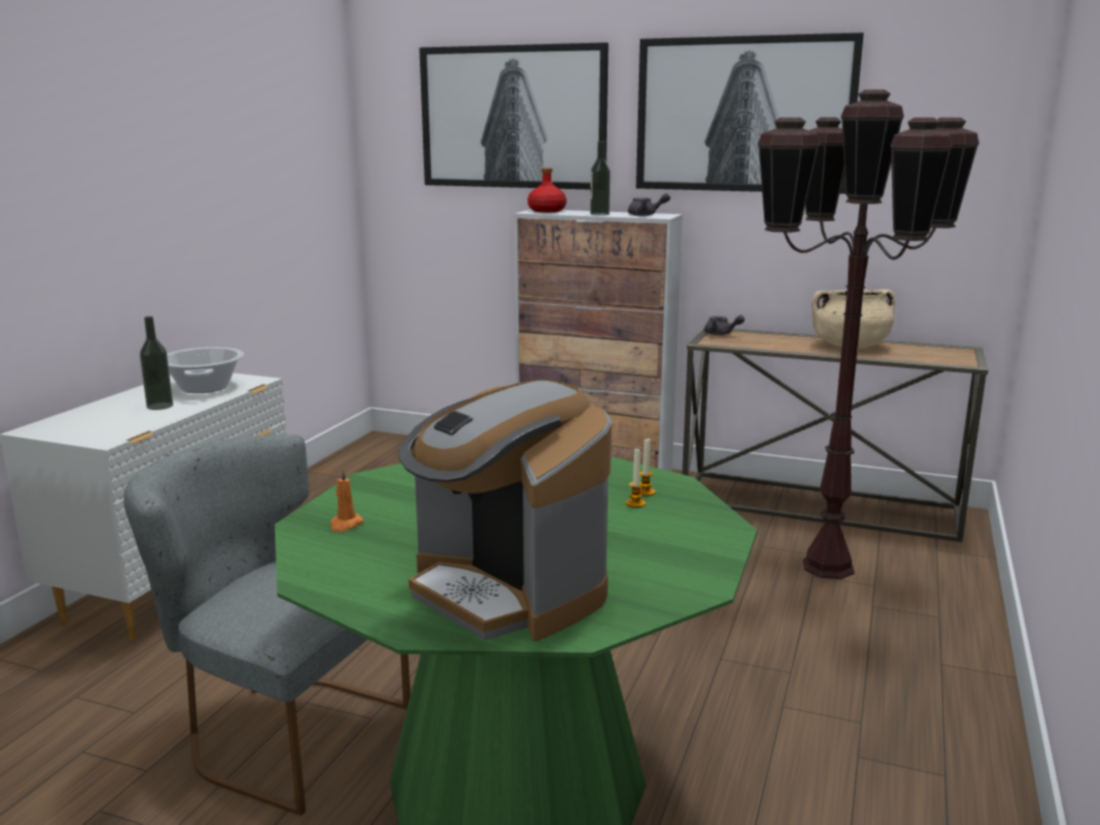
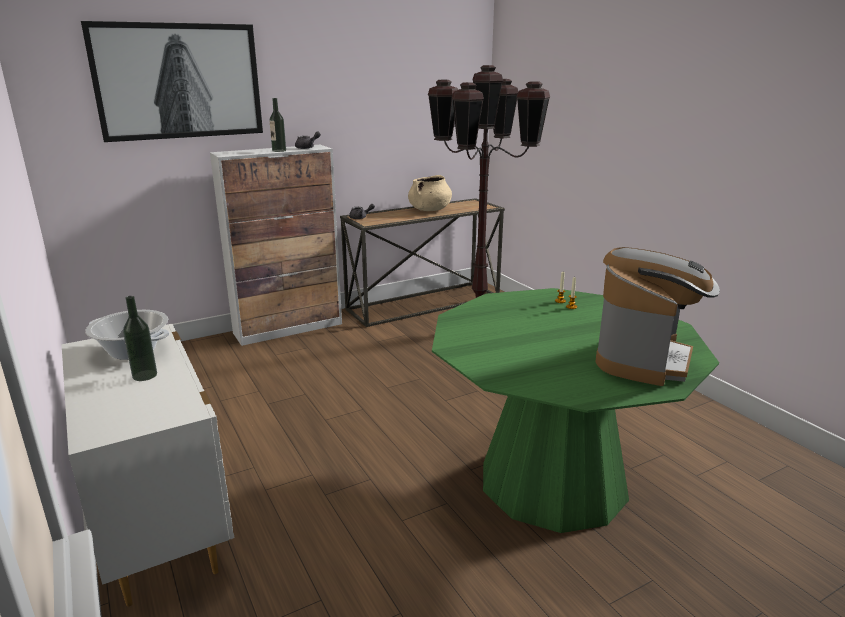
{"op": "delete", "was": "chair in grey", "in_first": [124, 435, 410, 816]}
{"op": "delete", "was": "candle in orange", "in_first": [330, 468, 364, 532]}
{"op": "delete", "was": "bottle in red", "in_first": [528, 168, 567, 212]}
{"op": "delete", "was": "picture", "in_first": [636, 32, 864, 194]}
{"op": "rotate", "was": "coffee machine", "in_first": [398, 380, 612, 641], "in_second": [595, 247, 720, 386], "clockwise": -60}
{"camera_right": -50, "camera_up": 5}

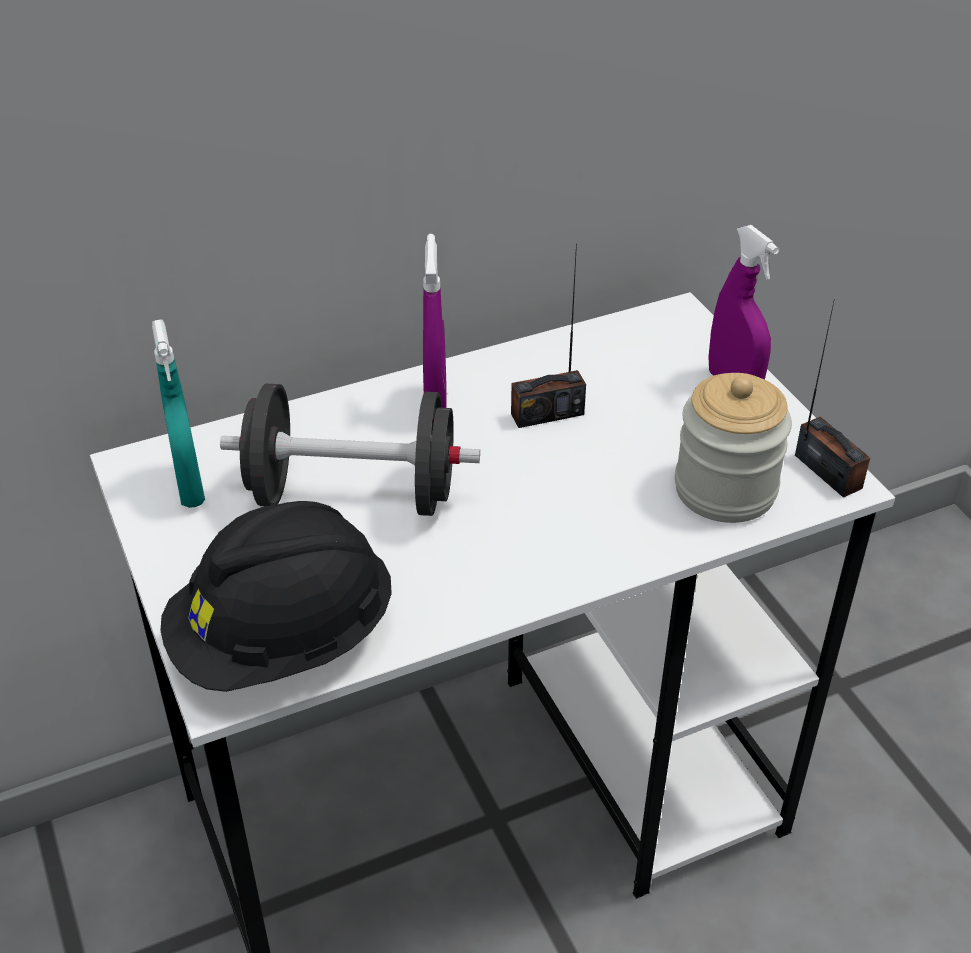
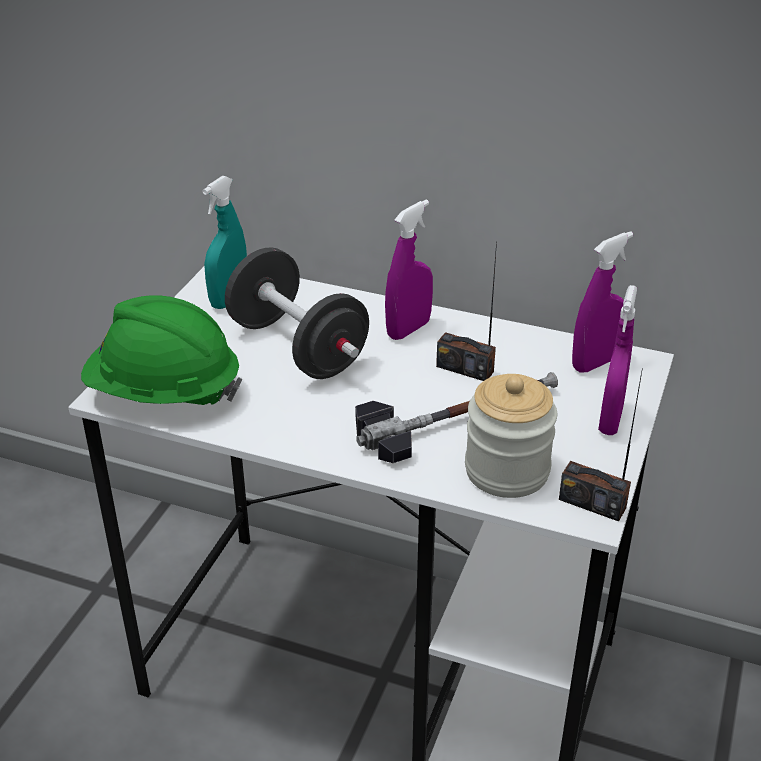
{"op": "insert", "now": "hammer", "in_second": [355, 372, 558, 463]}
{"op": "insert", "now": "spray bottle in purple", "in_second": [572, 231, 633, 372]}
{"op": "recolor", "was": "hard hat in black", "now": "hard hat in green", "in_first": [161, 501, 392, 692], "in_second": [81, 295, 243, 405]}
{"op": "rotate", "was": "radio", "in_first": [795, 302, 870, 498], "in_second": [559, 368, 643, 522], "clockwise": 105}
{"camera_right": 45, "camera_up": -5}

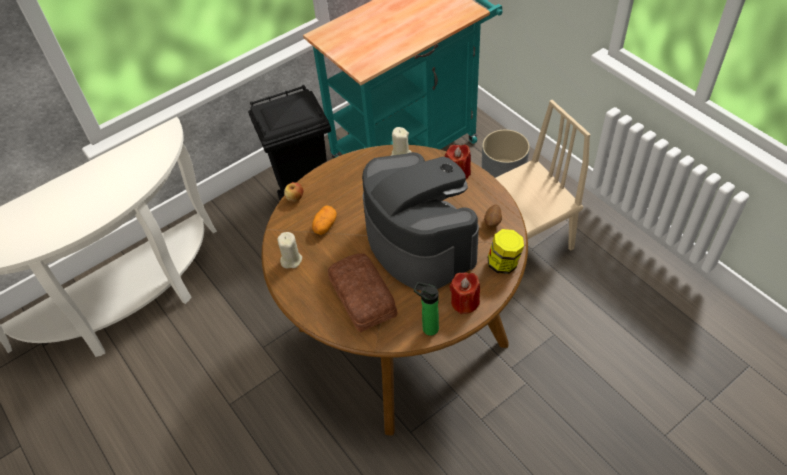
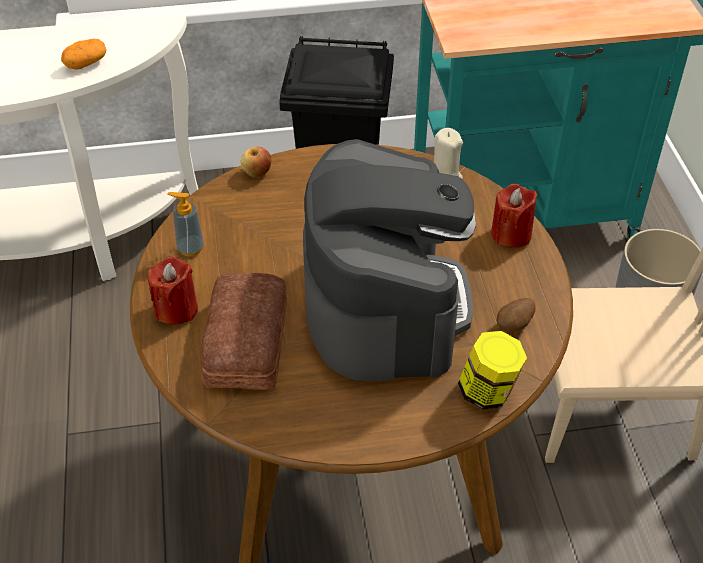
{"op": "delete", "was": "bottle", "in_first": [414, 282, 439, 336]}
{"op": "move", "was": "potato", "in_first": [312, 205, 337, 235], "in_second": [61, 39, 106, 70]}
{"op": "move", "was": "candle in red", "in_first": [450, 272, 480, 314], "in_second": [148, 257, 198, 325]}
{"op": "replace", "was": "candle in beige", "now": "soap dispenser", "in_first": [277, 232, 302, 269], "in_second": [168, 192, 204, 256]}
{"camera_right": 25, "camera_up": -5}

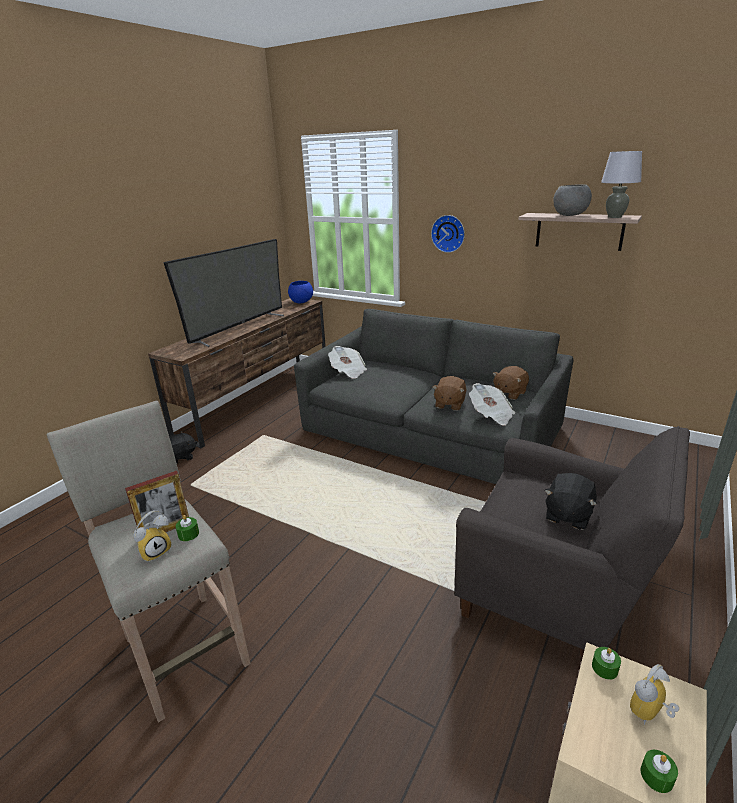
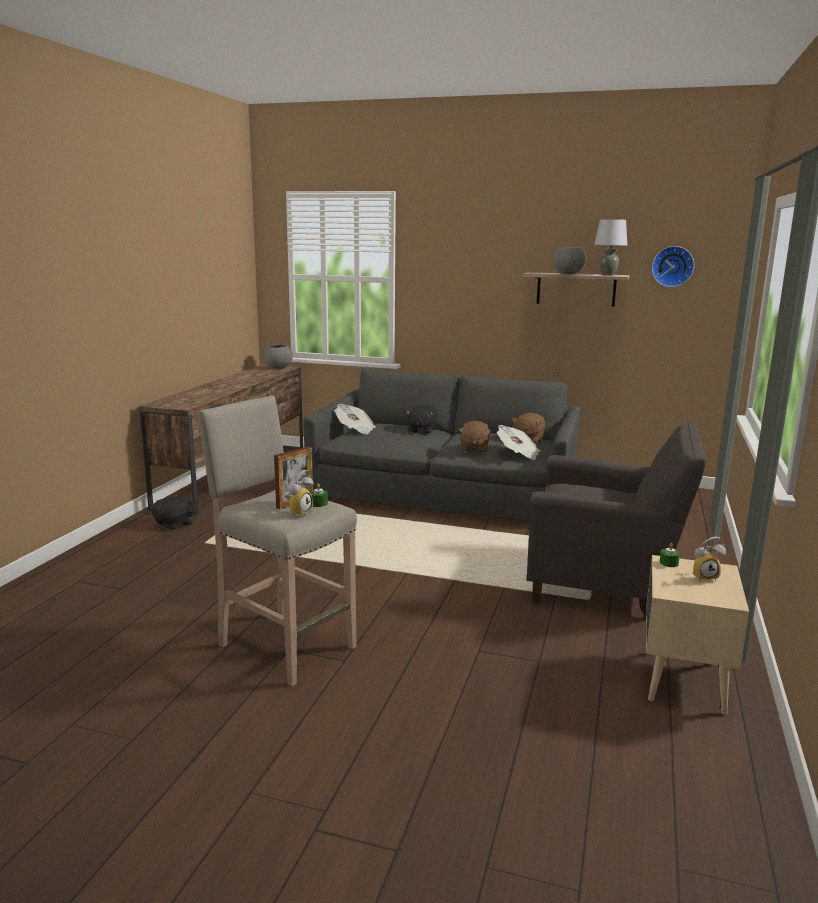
{"op": "delete", "was": "television", "in_first": [164, 239, 284, 347]}
{"op": "delete", "was": "candle in green", "in_first": [641, 750, 678, 793]}
{"op": "move", "was": "wall clock", "in_first": [431, 215, 465, 253], "in_second": [652, 246, 694, 287]}
{"op": "move", "was": "plush toy in black", "in_first": [544, 473, 597, 530], "in_second": [406, 404, 437, 434]}
{"op": "recolor", "was": "bowl in blue", "now": "bowl in grey", "in_first": [288, 281, 313, 303], "in_second": [264, 344, 293, 369]}
{"op": "rotate", "was": "alarm clock", "in_first": [630, 664, 679, 725], "in_second": [693, 537, 726, 581], "clockwise": -135}
{"camera_right": -15, "camera_up": -10}

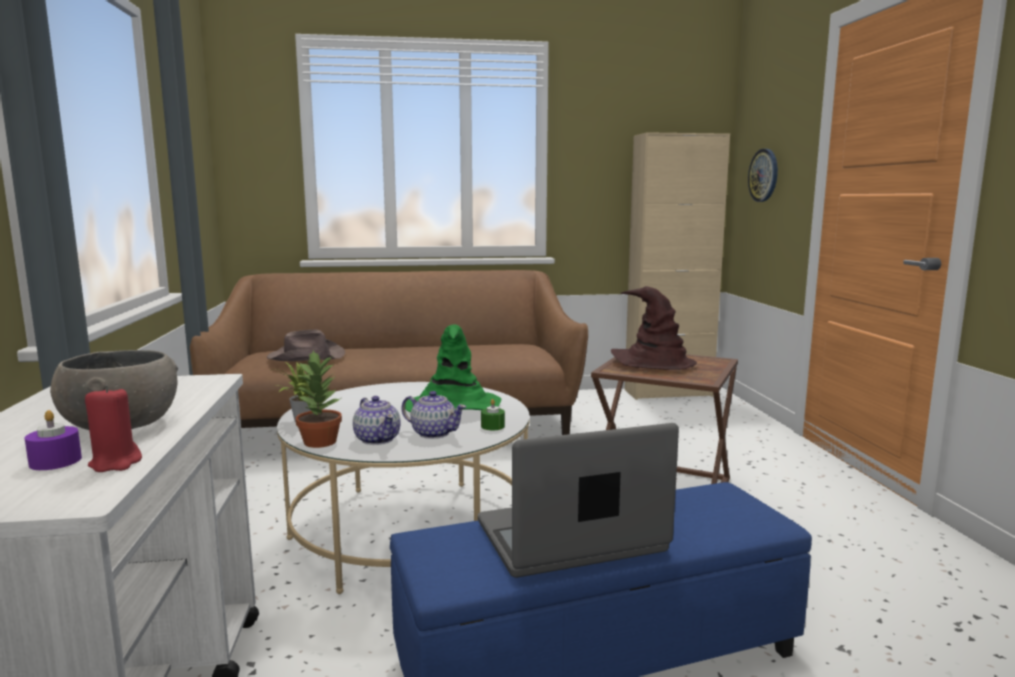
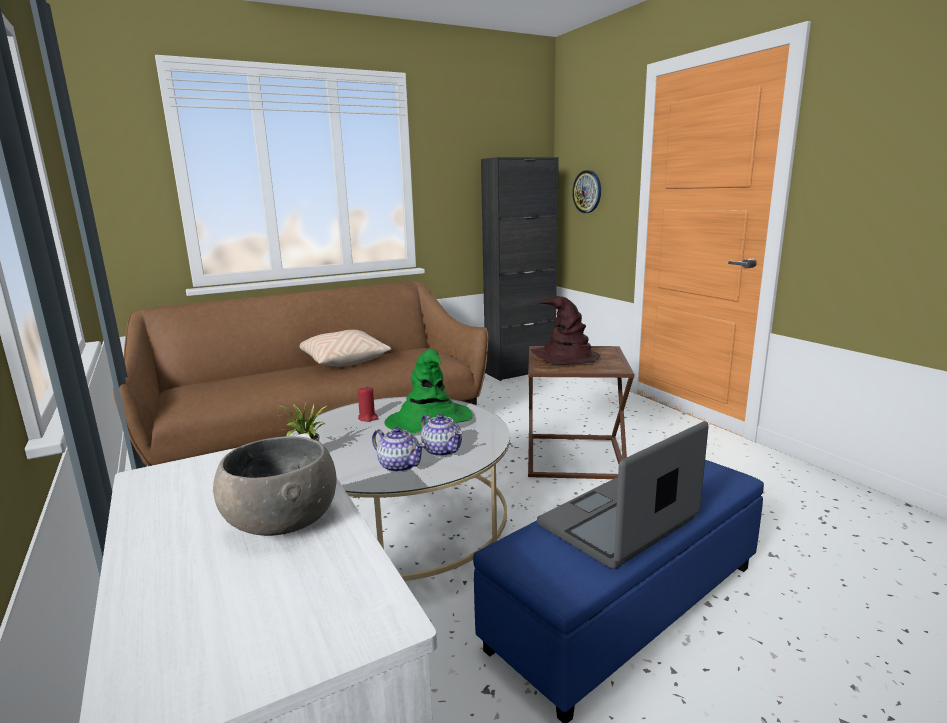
{"op": "delete", "was": "candle in purple", "in_first": [25, 410, 82, 470]}
{"op": "delete", "was": "hat in brown", "in_first": [267, 330, 345, 361]}
{"op": "delete", "was": "potted plant", "in_first": [295, 350, 342, 448]}
{"op": "delete", "was": "candle in green", "in_first": [481, 399, 505, 430]}
{"op": "insert", "now": "pillow in beige", "in_second": [300, 330, 391, 367]}
{"op": "move", "was": "candle in red", "in_first": [85, 385, 142, 472], "in_second": [357, 386, 378, 422]}
{"op": "recolor", "was": "cabinet in beige", "now": "cabinet in black", "in_first": [625, 132, 730, 400], "in_second": [481, 157, 559, 381]}
{"op": "rotate", "was": "teapot", "in_first": [401, 391, 466, 439], "in_second": [421, 414, 463, 457], "clockwise": 45}
{"camera_right": -20, "camera_up": 5}

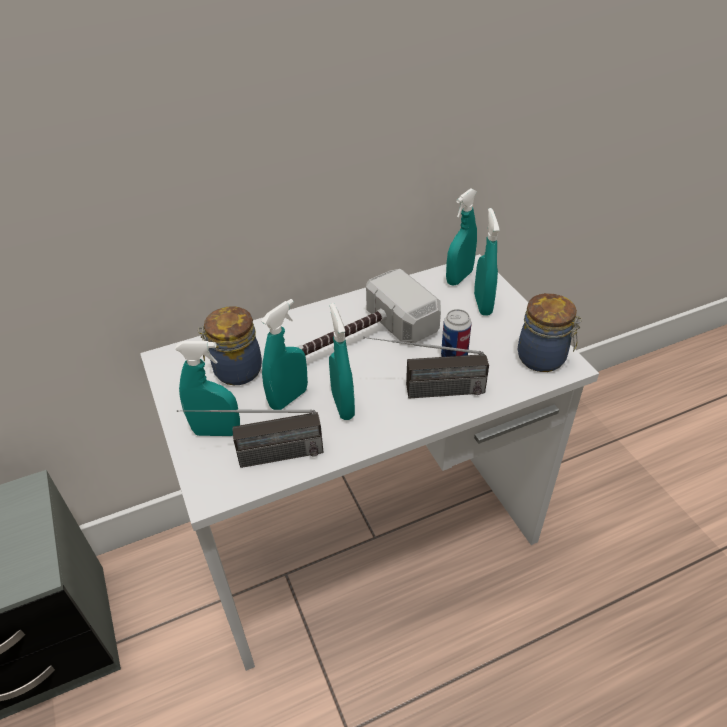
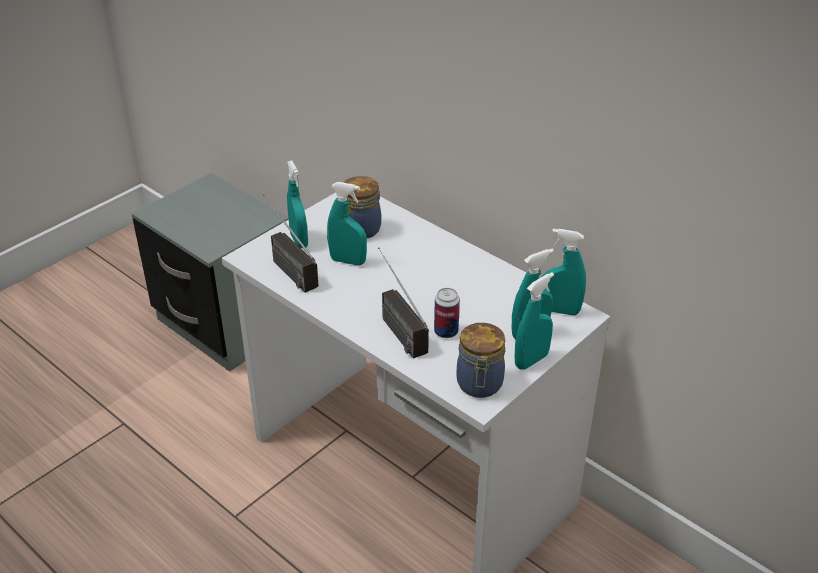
{"op": "delete", "was": "hammer", "in_first": [297, 269, 441, 356]}
{"op": "move", "was": "spray bottle in turquoise", "in_first": [329, 303, 355, 420], "in_second": [515, 272, 554, 369]}
{"camera_right": 65, "camera_up": -5}

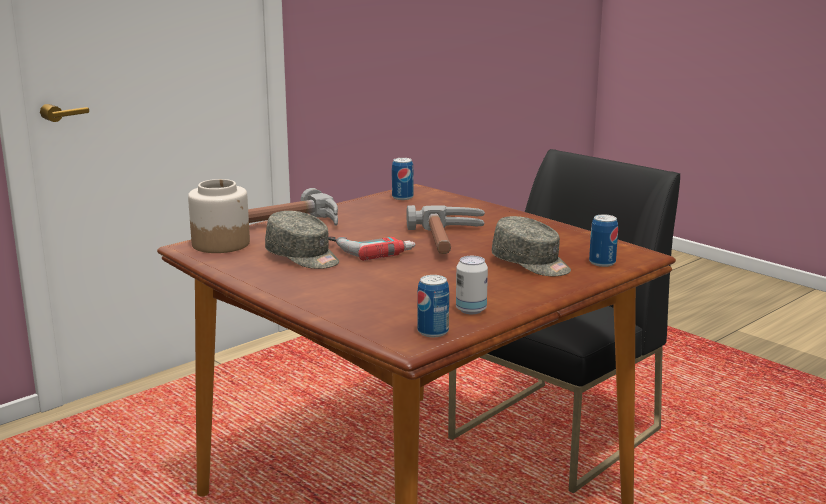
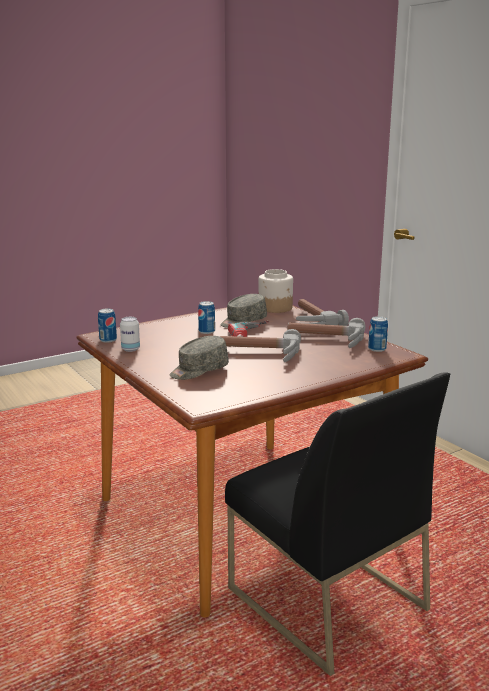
{"op": "insert", "now": "hammer", "in_second": [288, 318, 365, 348]}
{"op": "move", "was": "can", "in_first": [589, 214, 618, 267], "in_second": [198, 301, 215, 334]}
{"camera_right": 100, "camera_up": 0}

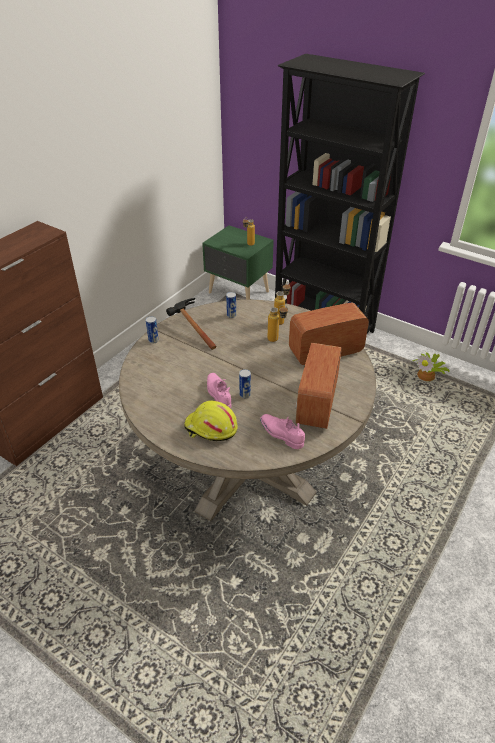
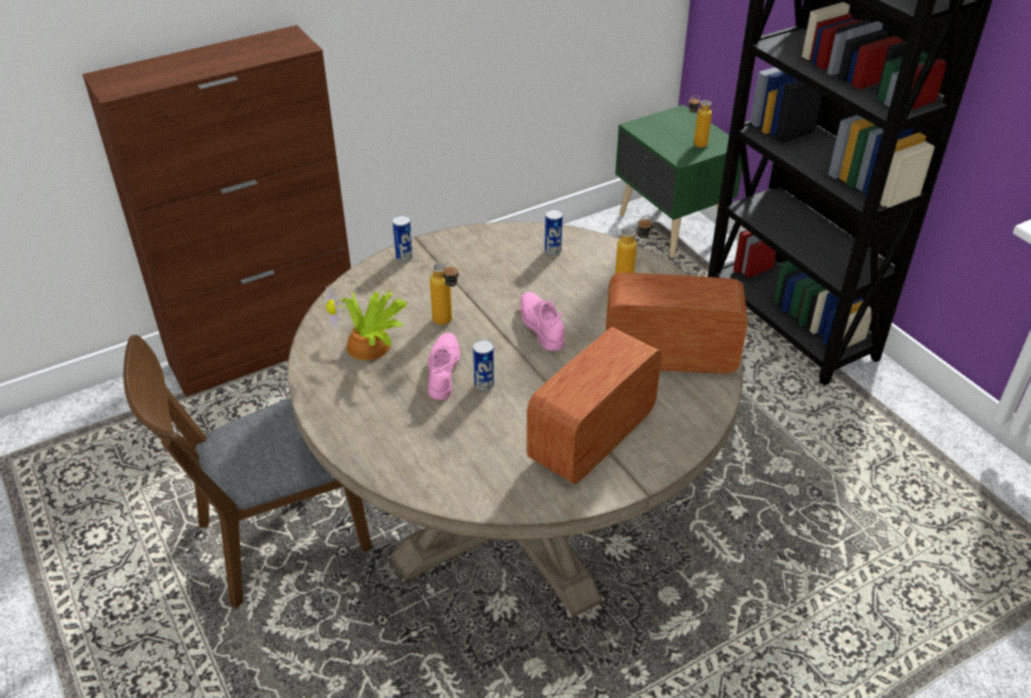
{"op": "delete", "was": "hammer", "in_first": [166, 298, 216, 350]}
{"op": "delete", "was": "hard hat in yellow", "in_first": [184, 400, 238, 441]}
{"op": "insert", "now": "chair in brown", "in_second": [123, 335, 372, 608]}
{"op": "move", "was": "shoe in pink", "in_first": [260, 414, 305, 449], "in_second": [520, 292, 565, 351]}
{"op": "move", "was": "bottle", "in_first": [268, 305, 288, 342], "in_second": [430, 262, 458, 325]}
{"op": "move", "was": "potted plant", "in_first": [412, 353, 450, 381], "in_second": [326, 285, 407, 360]}
{"camera_right": 25, "camera_up": 0}

